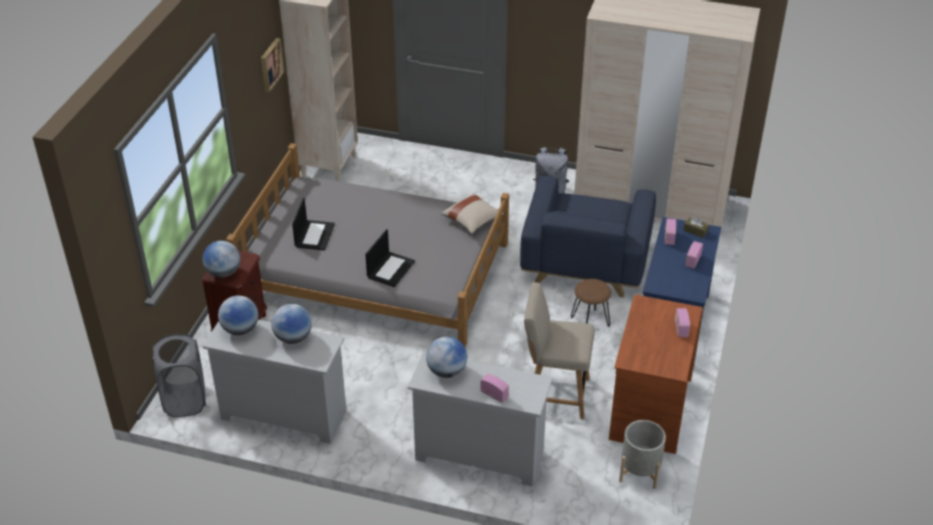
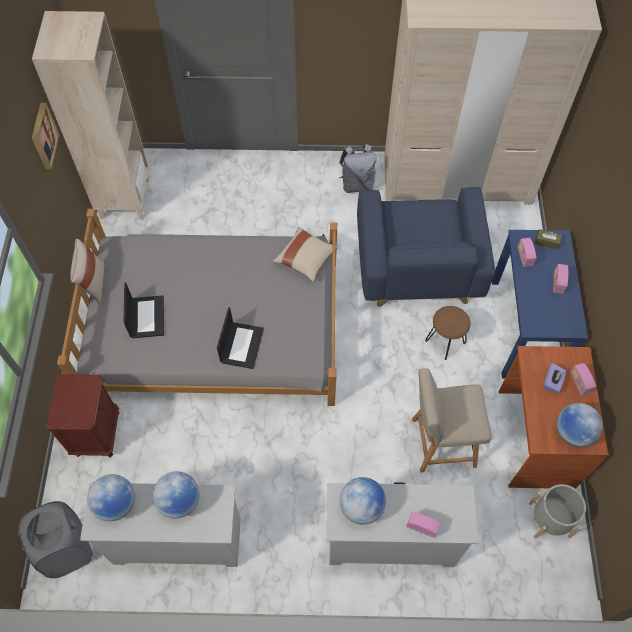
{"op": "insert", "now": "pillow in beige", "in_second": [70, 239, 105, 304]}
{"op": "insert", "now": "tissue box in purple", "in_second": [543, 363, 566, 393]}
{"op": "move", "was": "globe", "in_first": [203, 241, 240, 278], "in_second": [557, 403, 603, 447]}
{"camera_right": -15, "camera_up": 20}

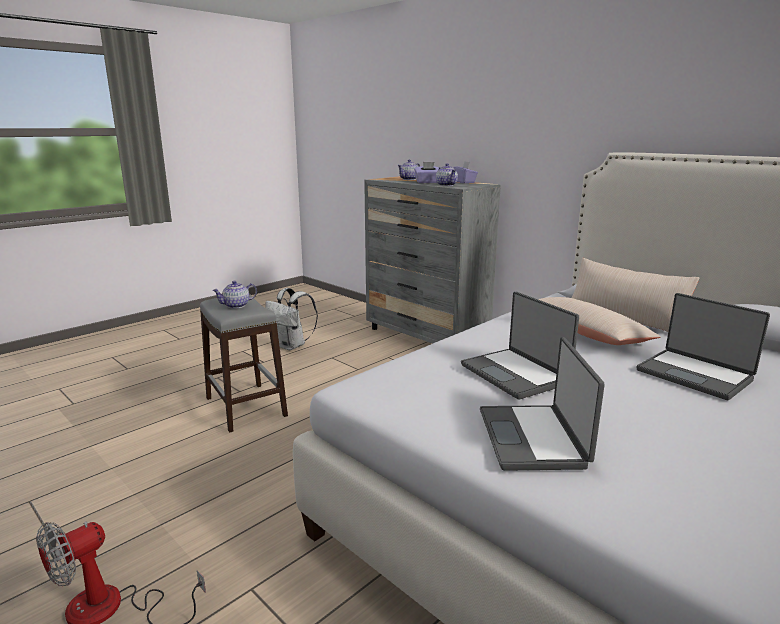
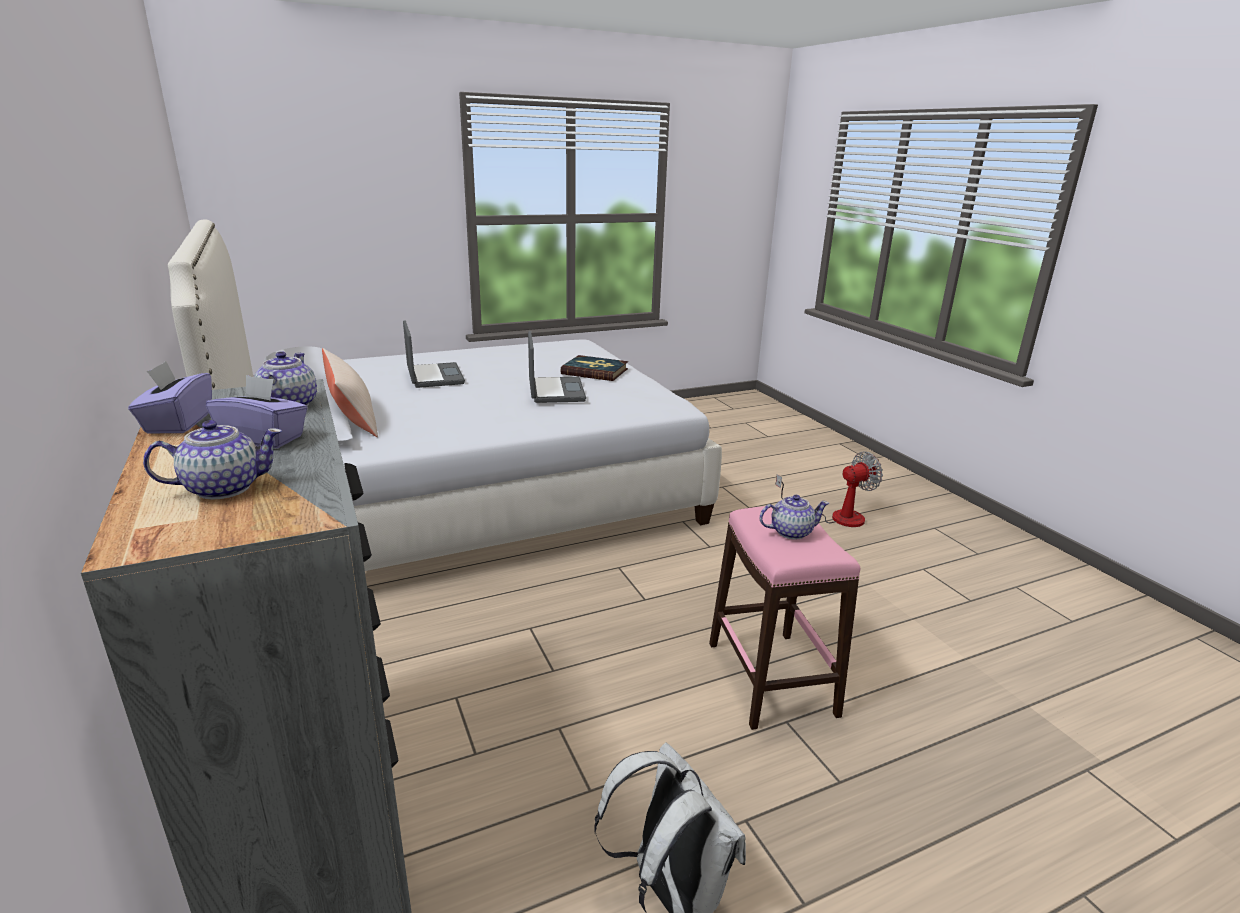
{"op": "delete", "was": "pillow in beige", "in_first": [538, 297, 661, 345]}
{"op": "replace", "was": "laptop", "now": "book", "in_first": [480, 337, 605, 471], "in_second": [561, 355, 628, 381]}
{"op": "recolor", "was": "stool in grey", "now": "stool in pink", "in_first": [200, 294, 288, 433], "in_second": [709, 505, 861, 730]}
{"camera_right": -160, "camera_up": 5}

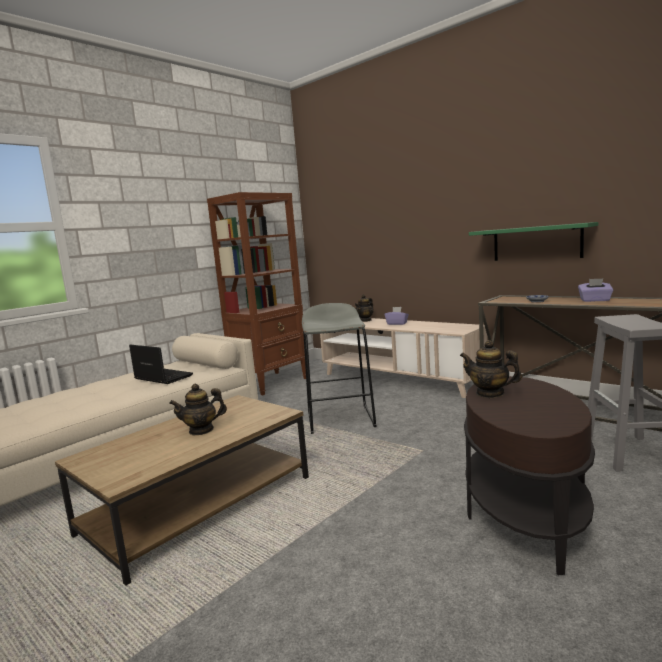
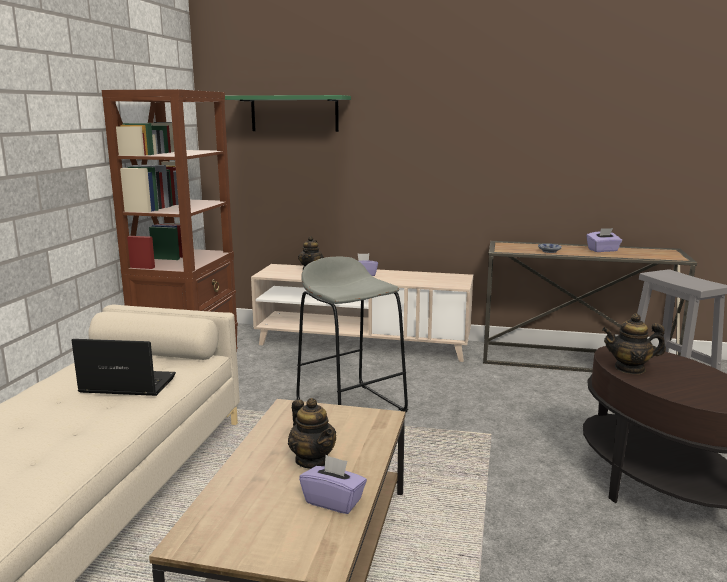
{"op": "insert", "now": "tissue box in purple", "in_second": [299, 455, 367, 514]}
{"op": "move", "was": "shelf in green", "in_first": [469, 222, 598, 261], "in_second": [225, 95, 351, 132]}
{"op": "rotate", "was": "teapot", "in_first": [169, 384, 227, 435], "in_second": [288, 398, 336, 469], "clockwise": -75}
{"camera_right": -30, "camera_up": 5}

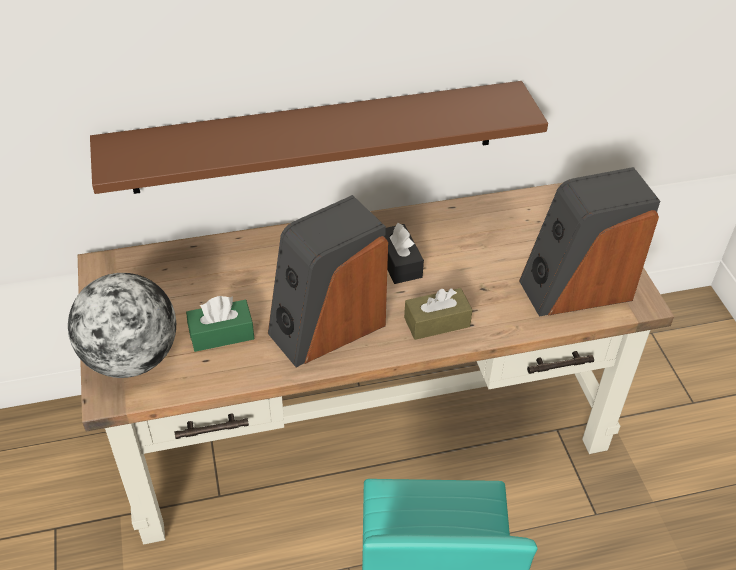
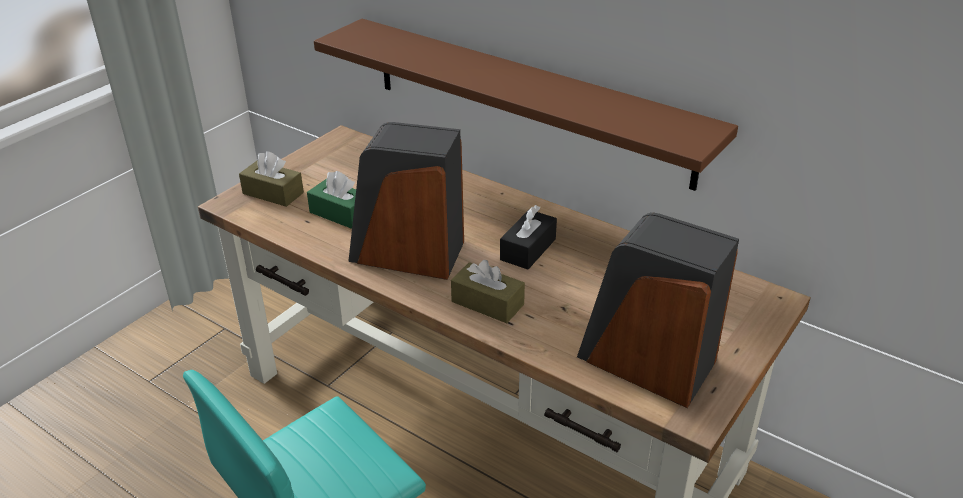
{"op": "replace", "was": "globe", "now": "tissue box in brown", "in_first": [68, 273, 176, 378], "in_second": [239, 151, 304, 207]}
{"camera_right": 50, "camera_up": -10}

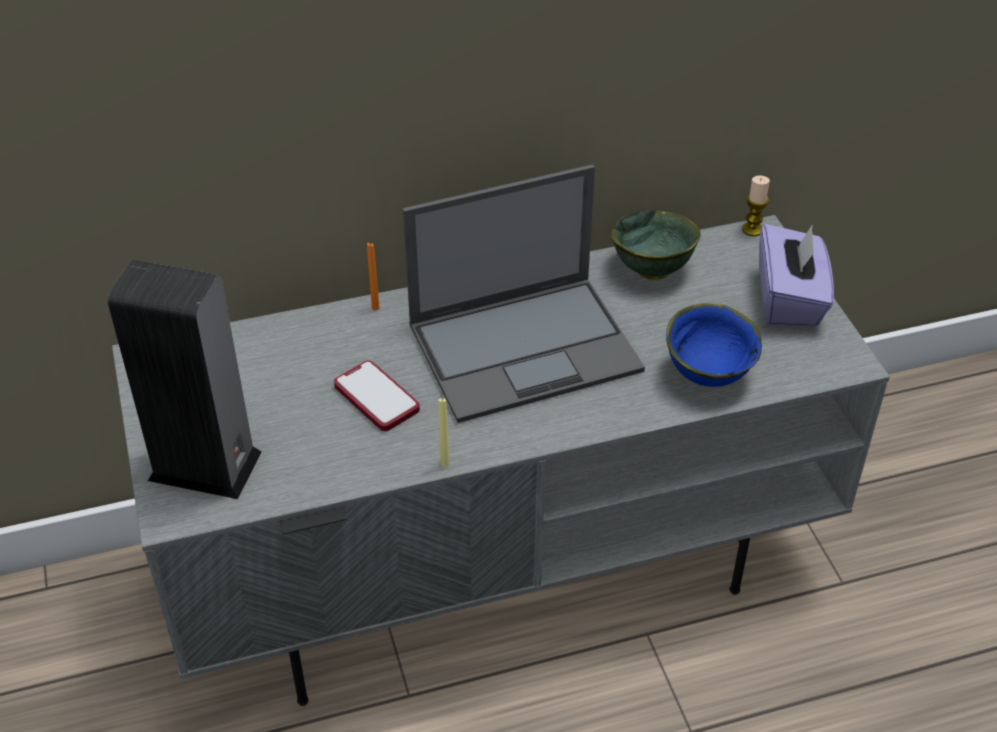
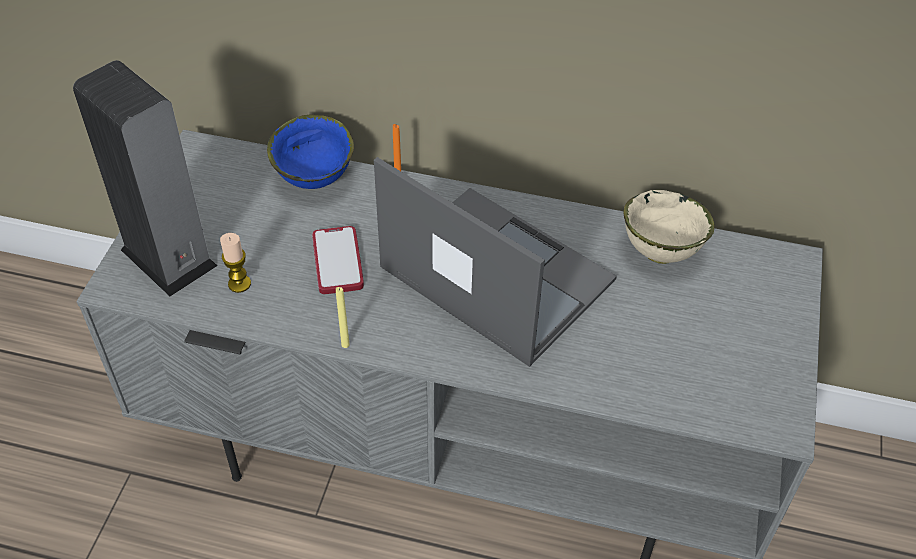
{"op": "delete", "was": "tissue box in purple", "in_first": [759, 224, 834, 327]}
{"op": "move", "was": "bowl in blue", "in_first": [666, 303, 762, 387], "in_second": [267, 114, 354, 189]}
{"op": "move", "was": "candle", "in_first": [742, 175, 770, 236], "in_second": [220, 233, 251, 293]}
{"op": "recolor", "was": "bowl in green", "now": "bowl in beige", "in_first": [611, 210, 700, 280], "in_second": [624, 190, 715, 264]}
{"op": "rotate", "was": "laptop", "in_first": [403, 164, 645, 423], "in_second": [374, 157, 617, 367], "clockwise": -150}
{"camera_right": 30, "camera_up": 5}

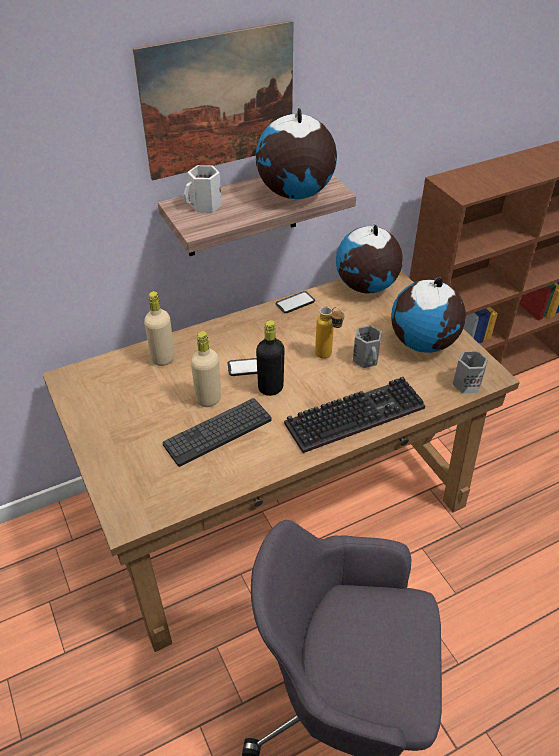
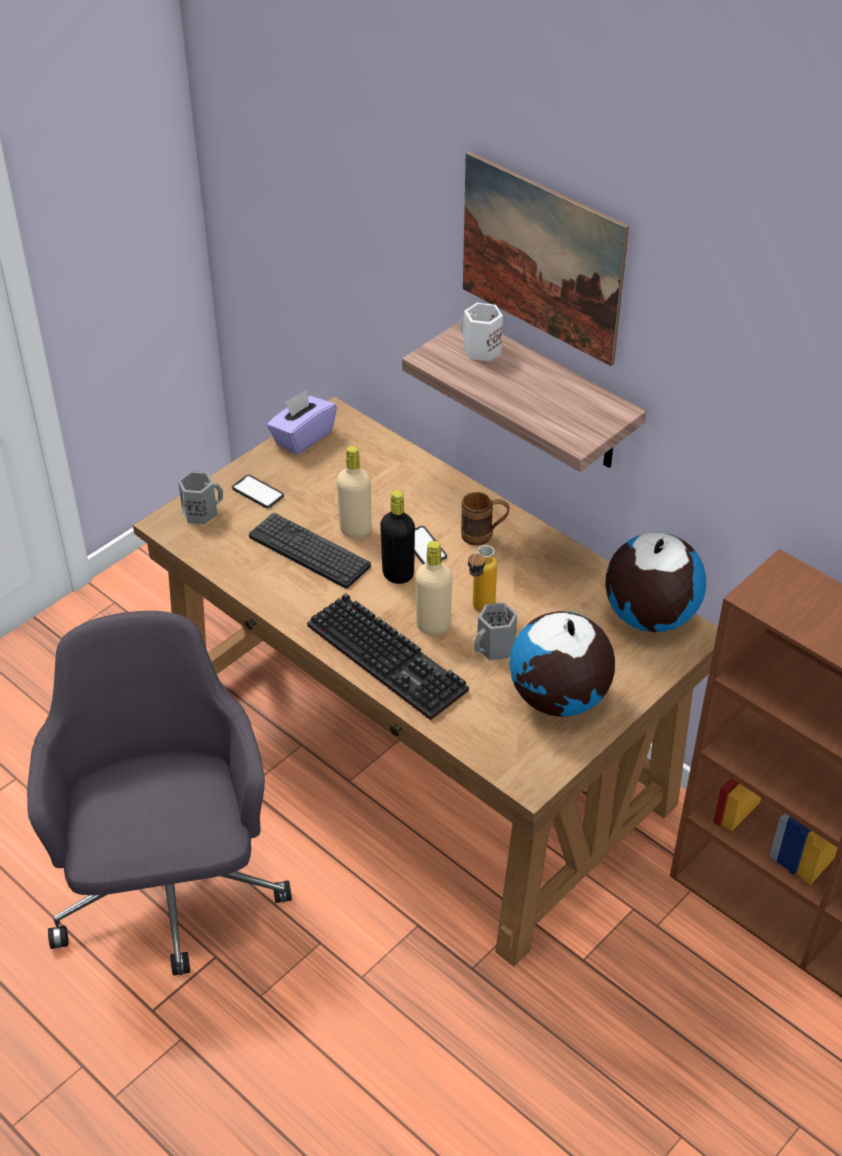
{"op": "delete", "was": "globe", "in_first": [256, 107, 337, 199]}
{"op": "insert", "now": "tissue box in purple", "in_second": [267, 390, 337, 455]}
{"op": "insert", "now": "mug in brown", "in_second": [461, 492, 510, 546]}
{"op": "move", "was": "bottle in beige", "in_first": [144, 291, 174, 366], "in_second": [415, 541, 453, 635]}
{"op": "move", "was": "phone", "in_first": [275, 291, 315, 313], "in_second": [232, 475, 284, 508]}
{"op": "move", "was": "mug in grey", "in_first": [453, 351, 488, 393], "in_second": [178, 471, 223, 524]}
{"camera_right": 70, "camera_up": 0}

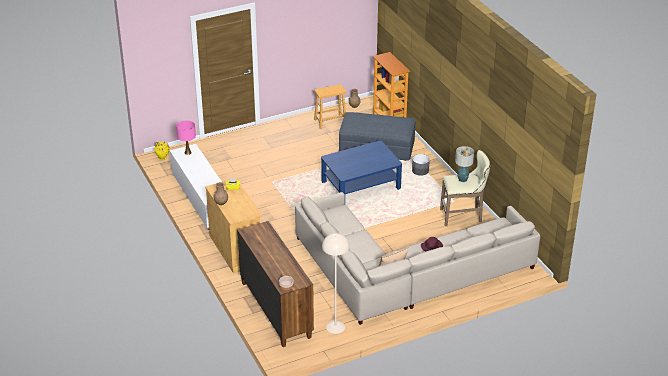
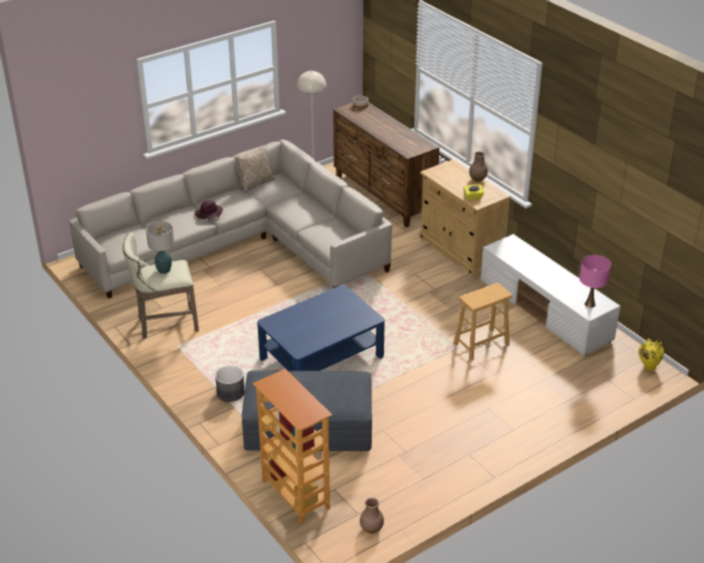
{"op": "move", "was": "stool in brown", "in_first": [314, 84, 347, 129], "in_second": [454, 283, 513, 361]}
{"camera_right": 170, "camera_up": 0}

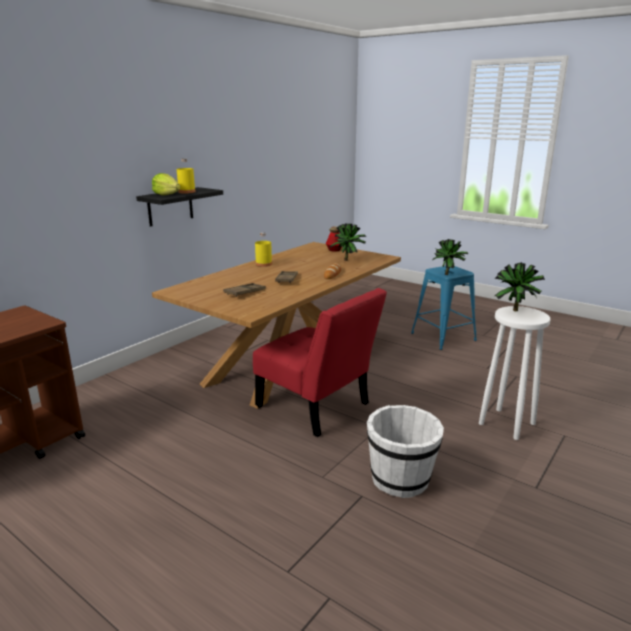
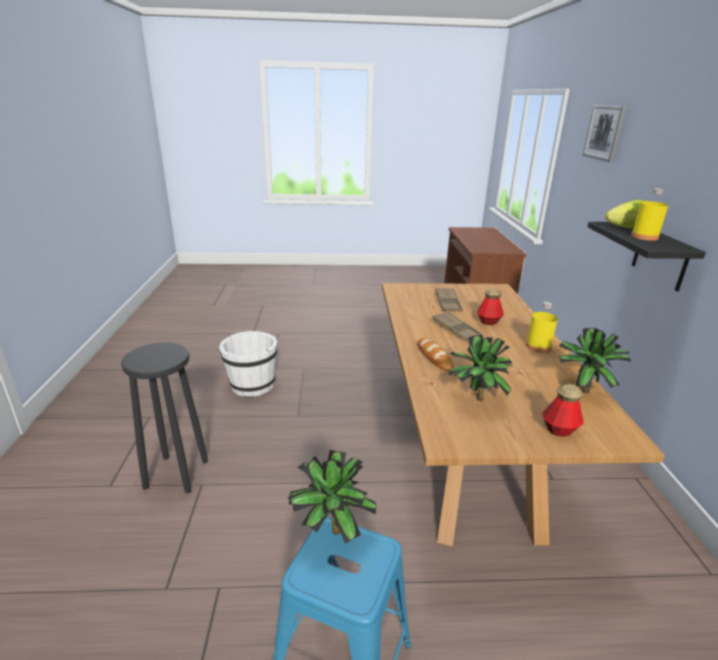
{"op": "delete", "was": "chair in red", "in_first": [253, 288, 387, 437]}
{"op": "insert", "now": "bottle", "in_second": [477, 288, 504, 325]}
{"op": "insert", "now": "picture", "in_second": [582, 105, 627, 162]}
{"op": "move", "was": "potted plant", "in_first": [495, 262, 545, 311], "in_second": [558, 328, 631, 393]}
{"op": "recolor", "was": "stool in white", "now": "stool in black", "in_first": [479, 306, 550, 440], "in_second": [121, 342, 208, 494]}
{"camera_right": 140, "camera_up": 5}

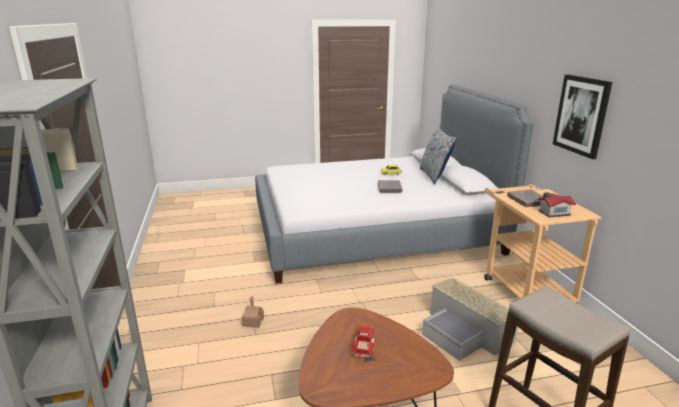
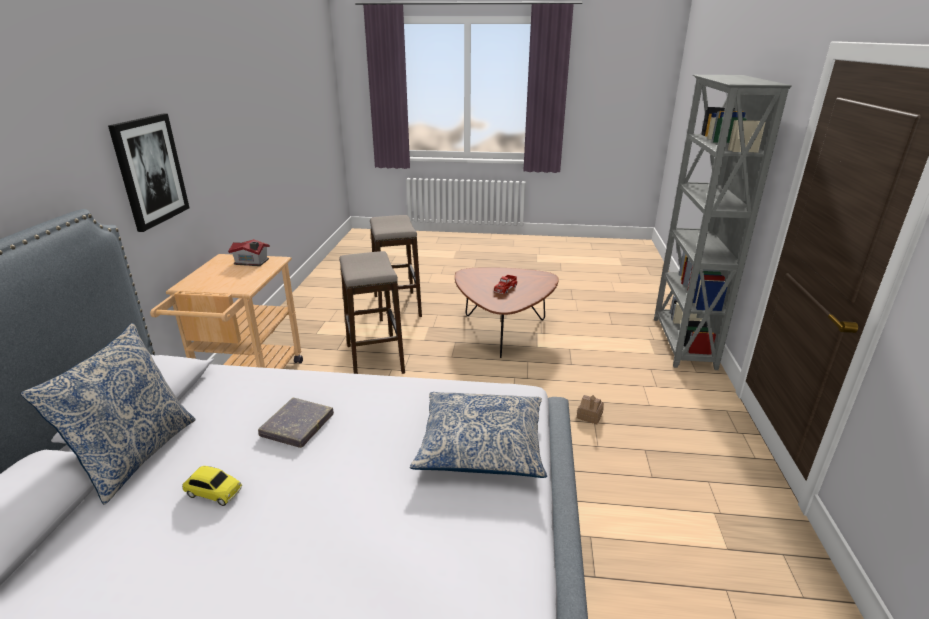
{"op": "delete", "was": "book in grey", "in_first": [507, 190, 543, 207]}
{"op": "insert", "now": "pillow", "in_second": [410, 392, 547, 478]}
{"op": "replace", "was": "storage box in grey", "now": "stool", "in_first": [422, 277, 518, 361], "in_second": [339, 251, 405, 374]}
{"camera_right": -160, "camera_up": 5}

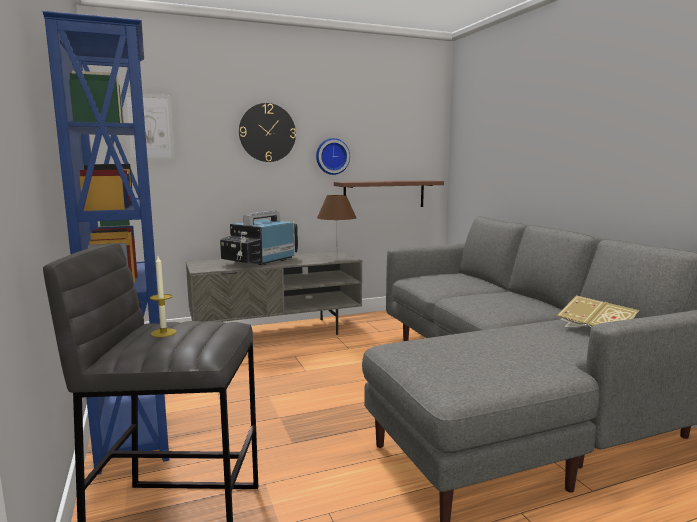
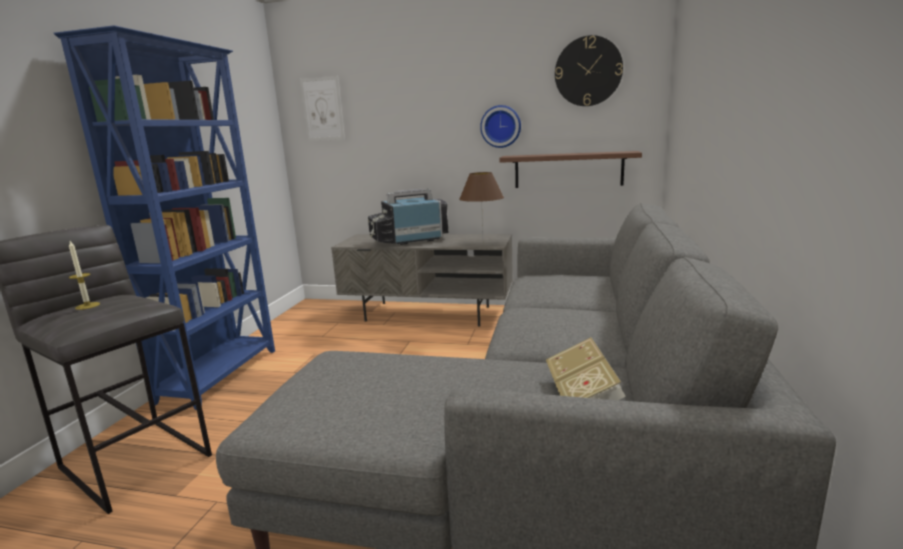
{"op": "move", "was": "wall clock", "in_first": [239, 103, 296, 162], "in_second": [555, 35, 623, 106]}
{"camera_right": 35, "camera_up": 5}

